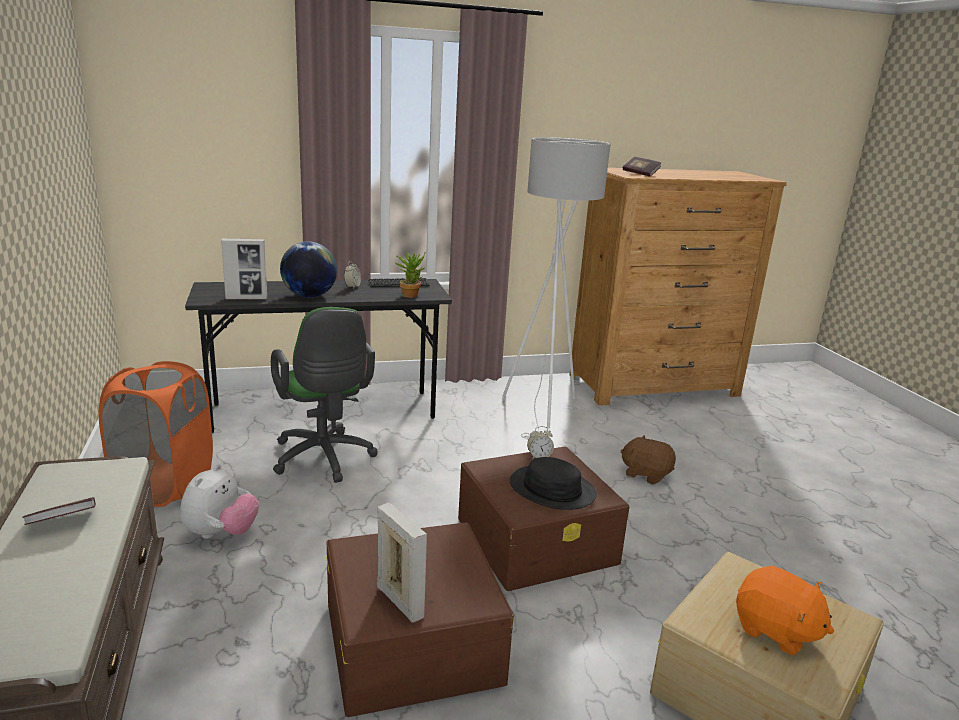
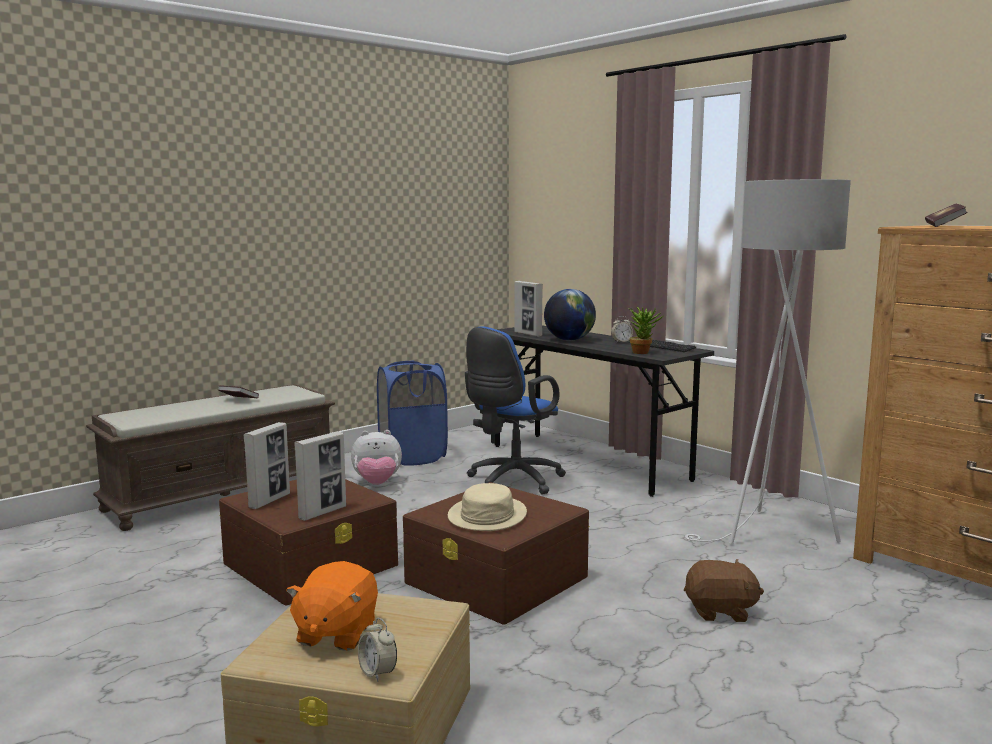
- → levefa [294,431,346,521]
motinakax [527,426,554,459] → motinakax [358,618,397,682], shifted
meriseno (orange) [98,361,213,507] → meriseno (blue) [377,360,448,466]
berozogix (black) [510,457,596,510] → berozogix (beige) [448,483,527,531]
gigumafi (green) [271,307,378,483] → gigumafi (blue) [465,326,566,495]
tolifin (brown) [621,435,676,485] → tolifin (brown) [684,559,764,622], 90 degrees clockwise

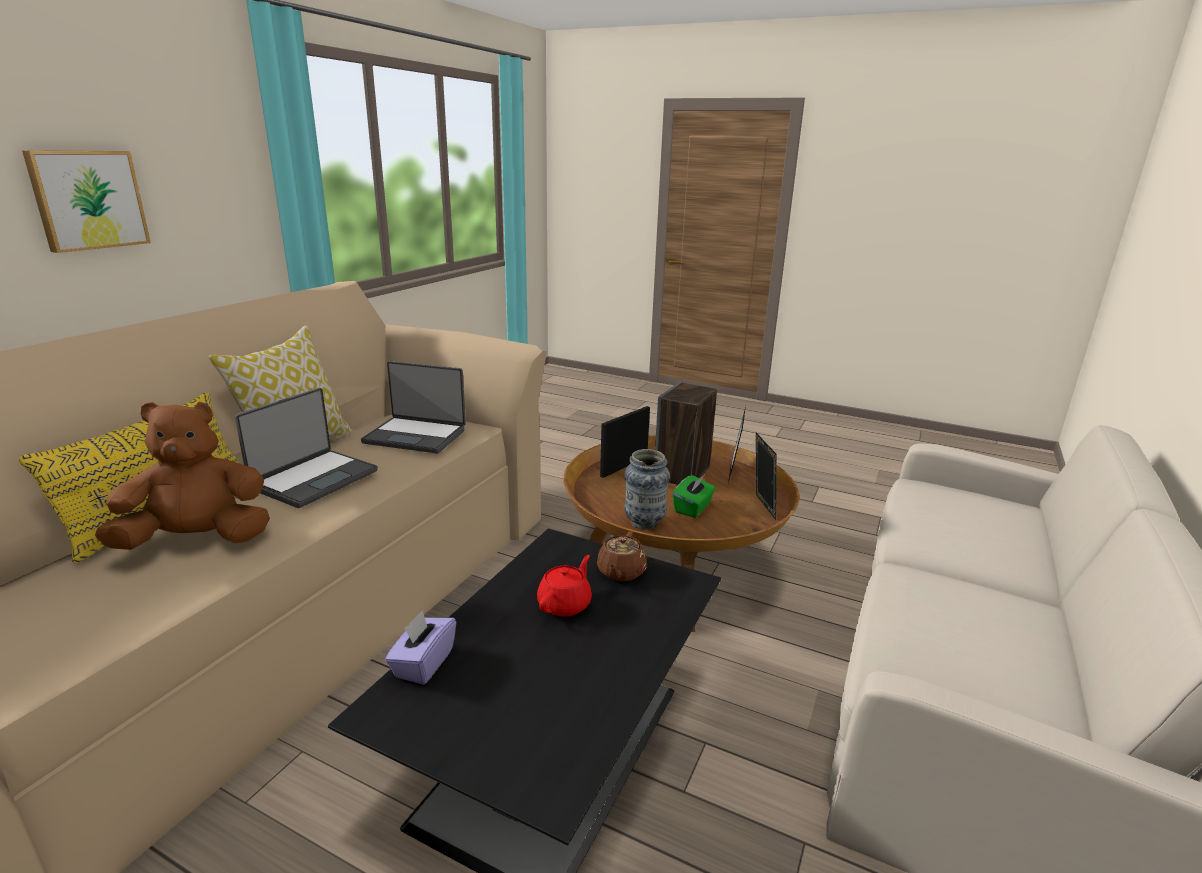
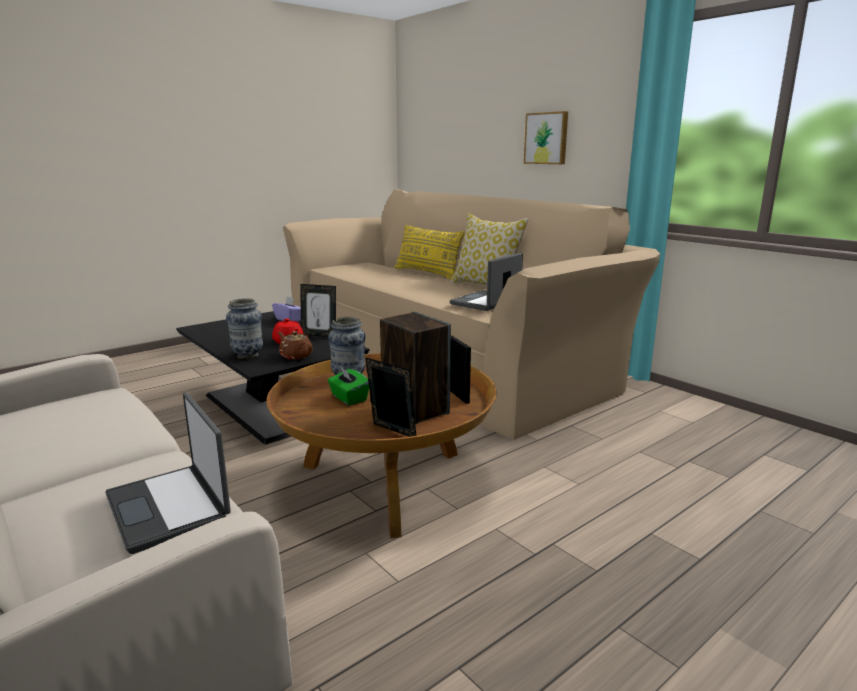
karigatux [235,388,378,508] → karigatux [105,393,231,554], shifted
- → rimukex [226,298,263,359]
levefa [756,433,776,520] → levefa [300,284,336,337], shifted
tolifin (brown) [95,402,270,550] → -

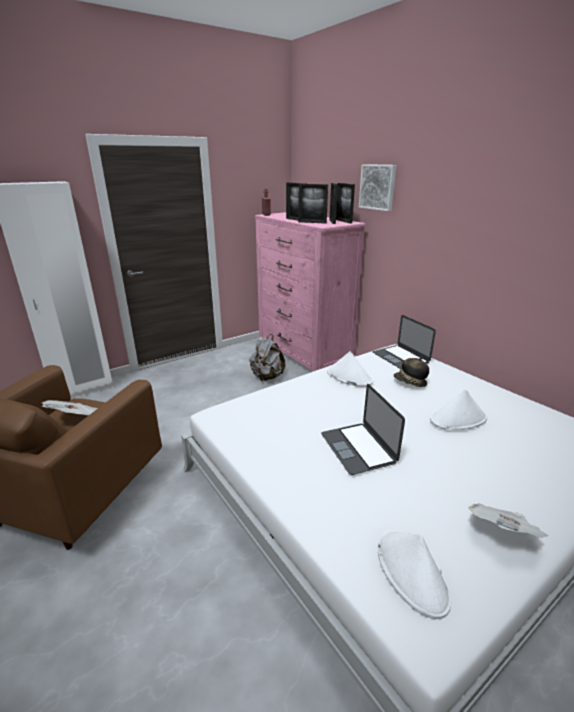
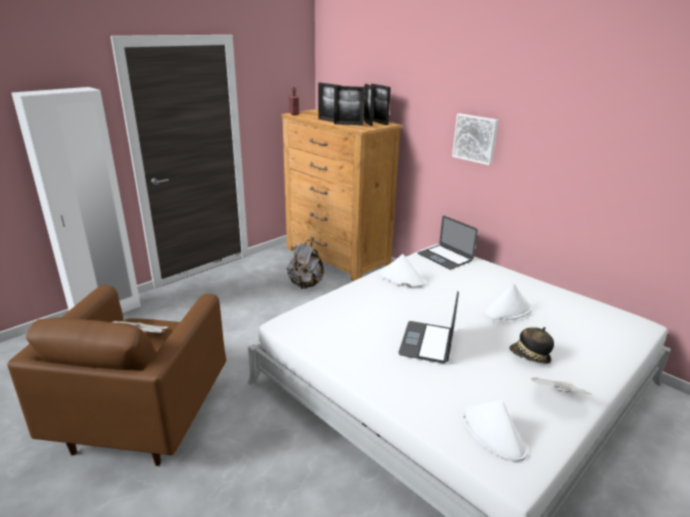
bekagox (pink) [255,212,366,372] → bekagox (brown) [281,109,402,281]
karigatux [321,384,405,475] → karigatux [398,291,459,364], 45 degrees clockwise
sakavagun [359,164,396,211] → sakavagun [452,113,499,165], shifted
berozogix [394,357,429,387] → berozogix [510,327,554,364], shifted

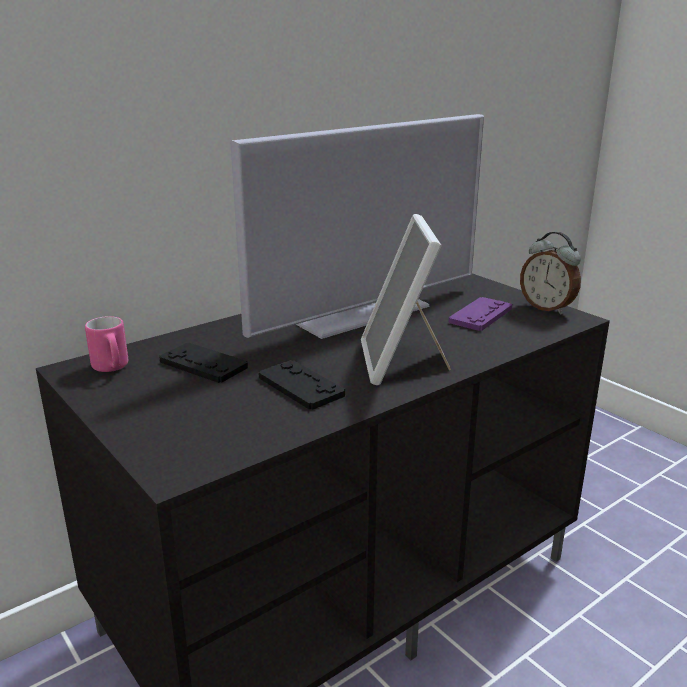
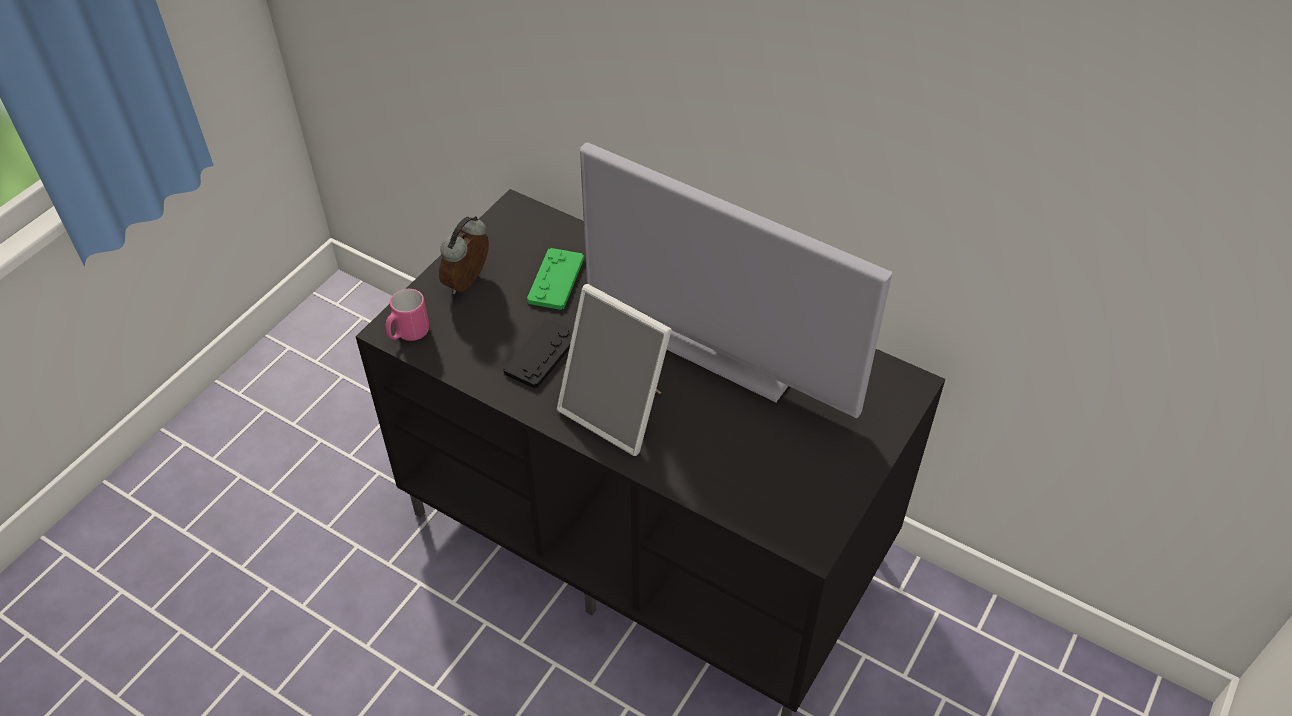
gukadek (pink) [85,316,128,372] → gukadek (pink) [385,289,430,341], shifted
motinakax [520,232,581,315] → motinakax [439,216,489,294], shifted
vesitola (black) [159,343,248,383] → vesitola (green) [527,248,584,310]
levefa [361,214,451,385] → levefa [557,284,672,456], 120 degrees counterclockwise
vesitola (purple) [449,297,512,331] → -

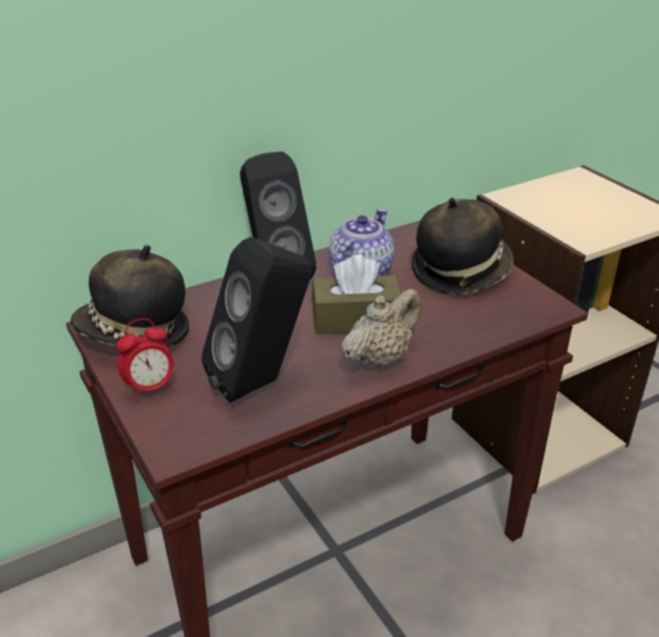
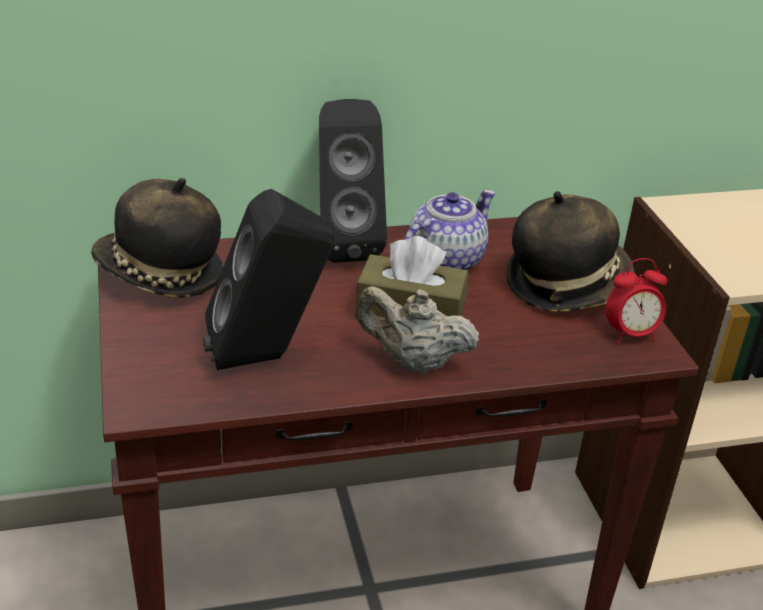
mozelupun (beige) [341,289,421,370] → mozelupun (beige) [356,286,479,374], 135 degrees counterclockwise
motinakax [116,318,174,400] → motinakax [606,258,667,343], shifted

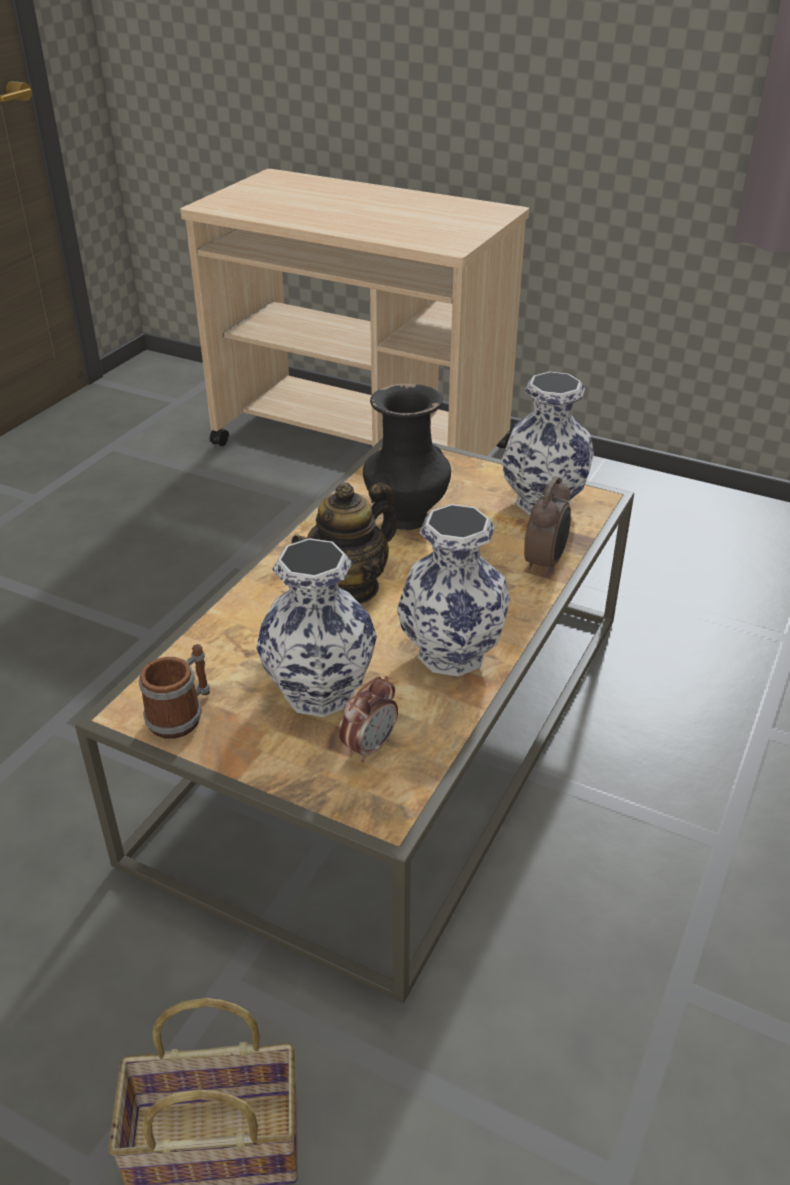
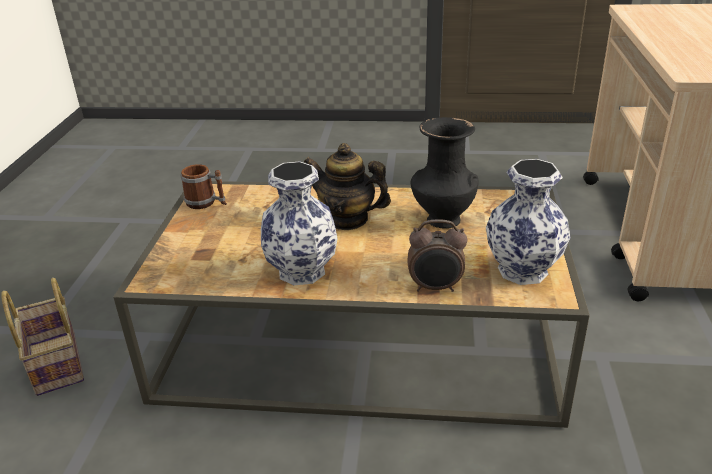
rimukex [256,538,377,717] → -
motinakax [339,676,398,763] → -

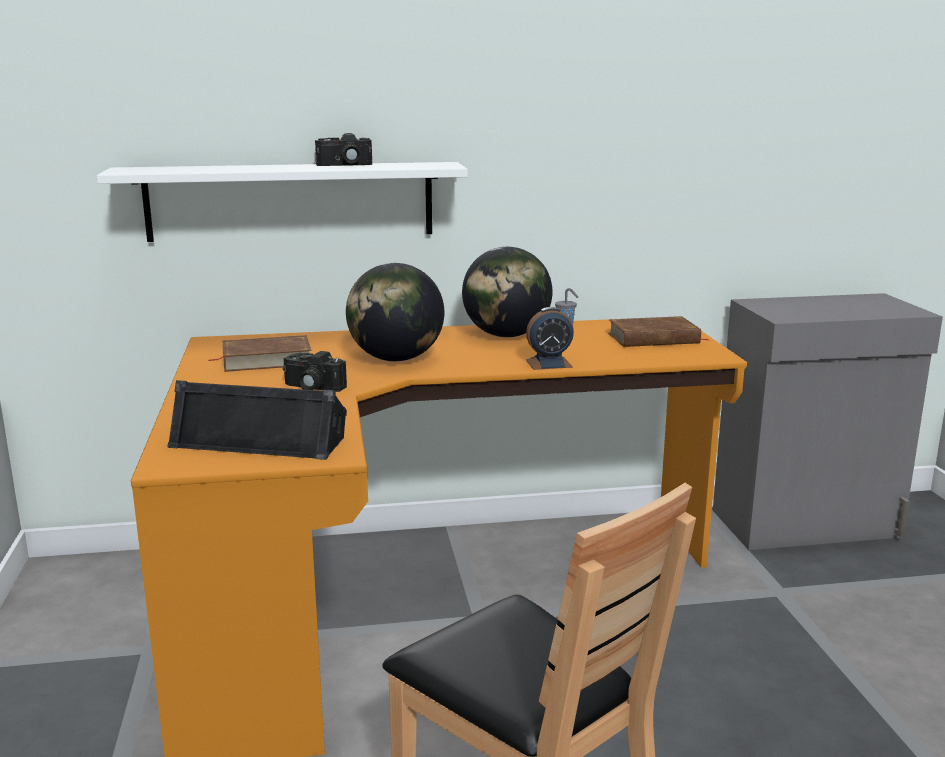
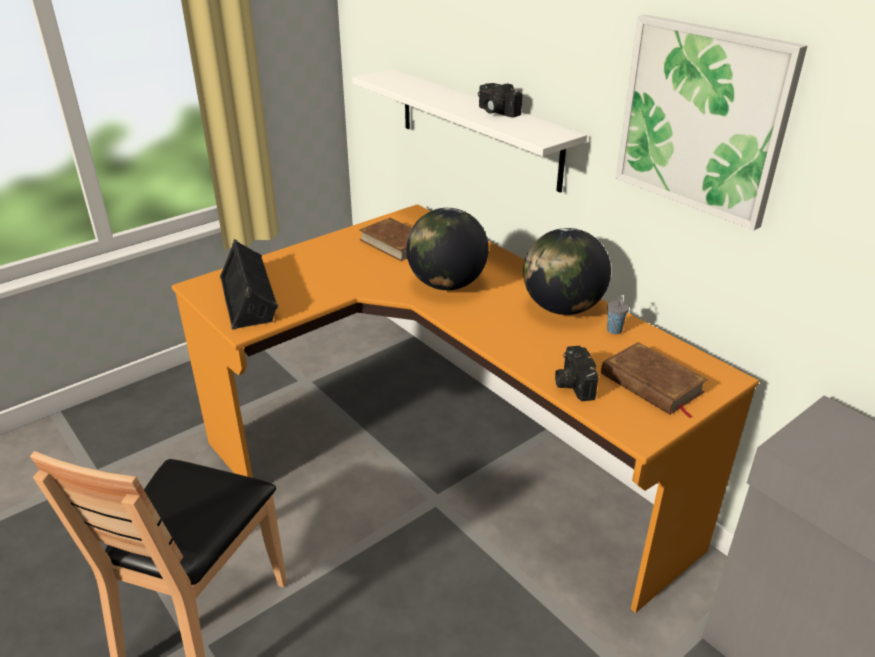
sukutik [283,351,347,392] → sukutik [555,346,598,401], shifted
- → sakavagun [616,15,807,230]
motinakax [526,307,574,370] → -

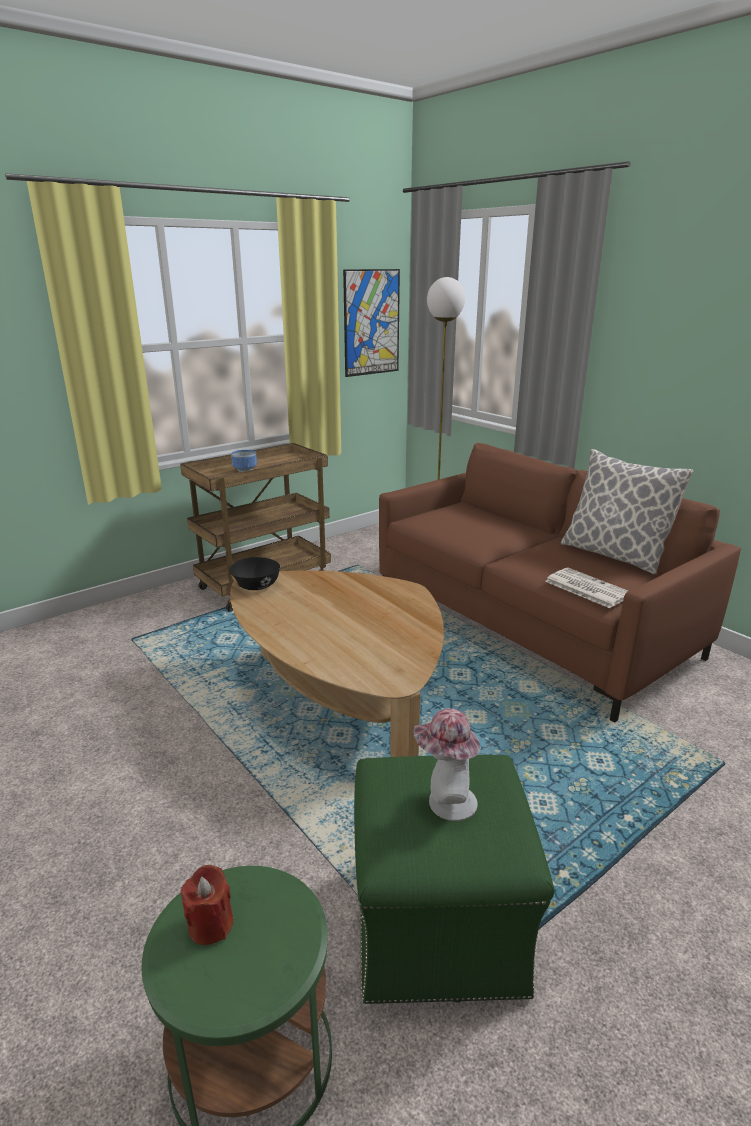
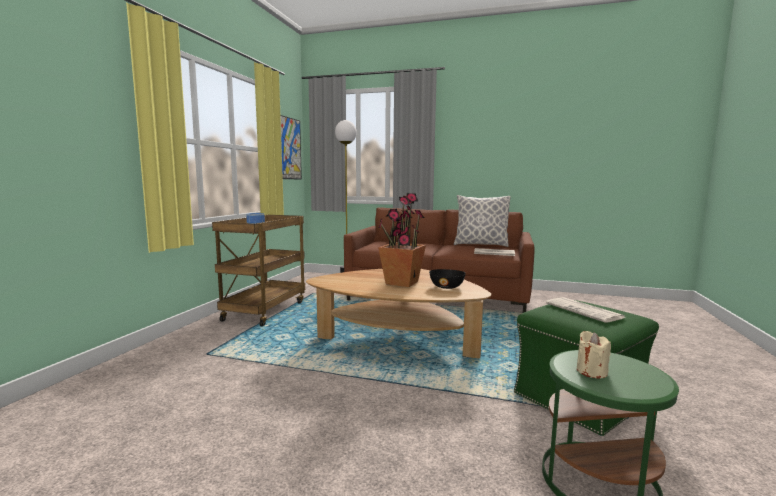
- → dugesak [378,193,426,287]
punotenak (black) [230,557,280,590] → punotenak (black) [429,269,466,289], shifted
berozogix [414,708,480,821] → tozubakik [546,297,625,323]
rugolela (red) [181,865,233,945] → rugolela (beige) [577,331,611,379]

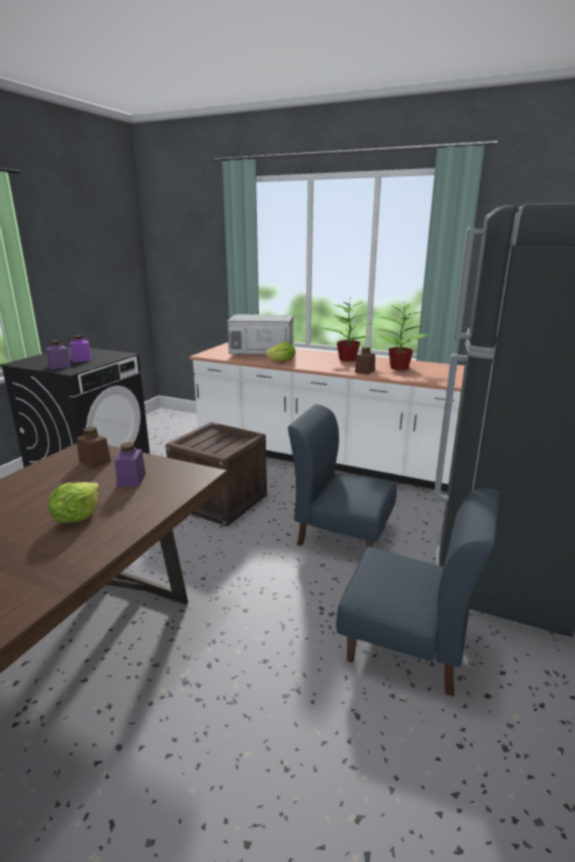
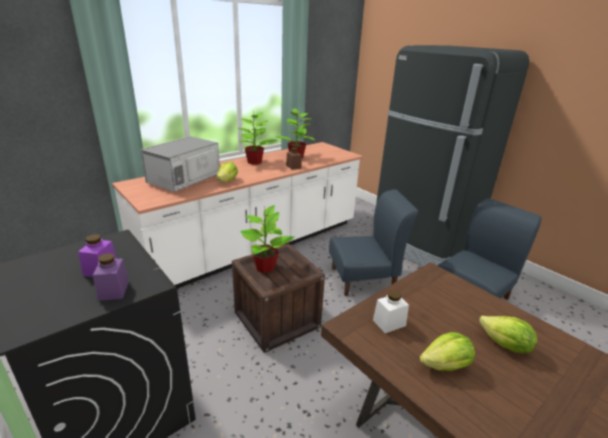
- → dugesak [240,205,295,273]
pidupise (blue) [288,404,397,548] → pidupise (blue) [329,189,418,296], 150 degrees counterclockwise
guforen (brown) [76,427,111,469] → guforen (white) [373,290,409,333]
- → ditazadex [419,332,475,371]
guforen (purple) [115,442,146,487] → -

